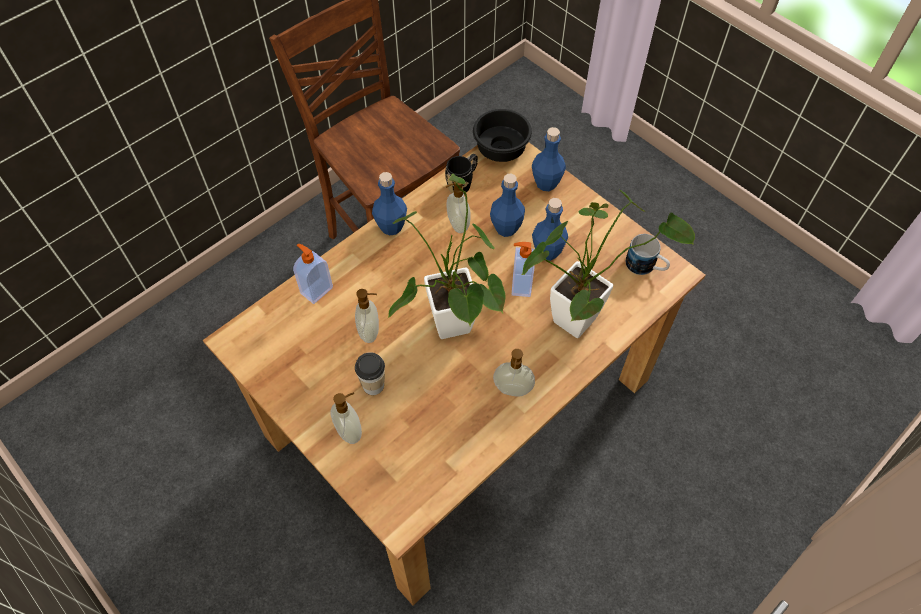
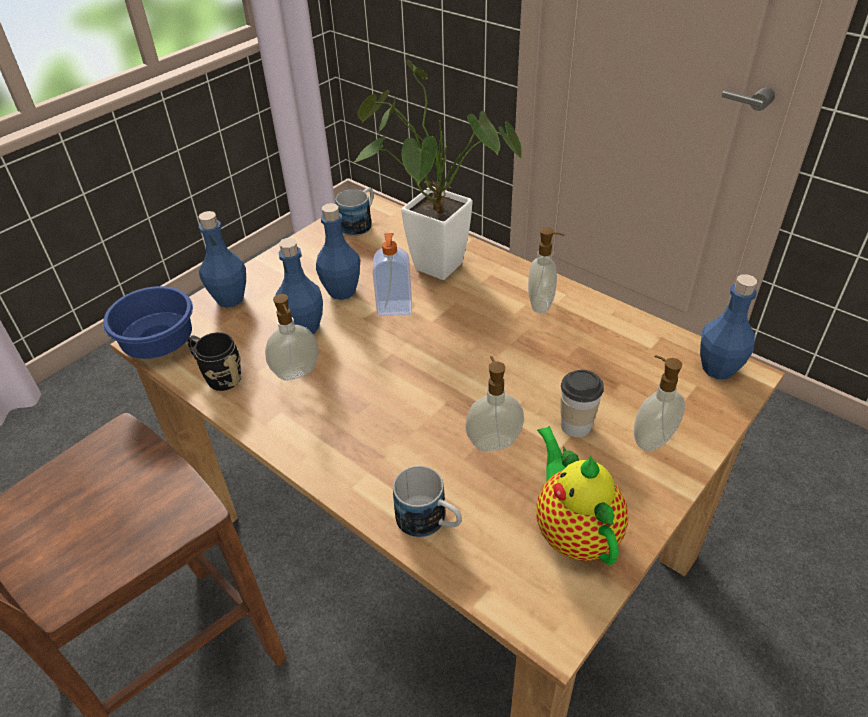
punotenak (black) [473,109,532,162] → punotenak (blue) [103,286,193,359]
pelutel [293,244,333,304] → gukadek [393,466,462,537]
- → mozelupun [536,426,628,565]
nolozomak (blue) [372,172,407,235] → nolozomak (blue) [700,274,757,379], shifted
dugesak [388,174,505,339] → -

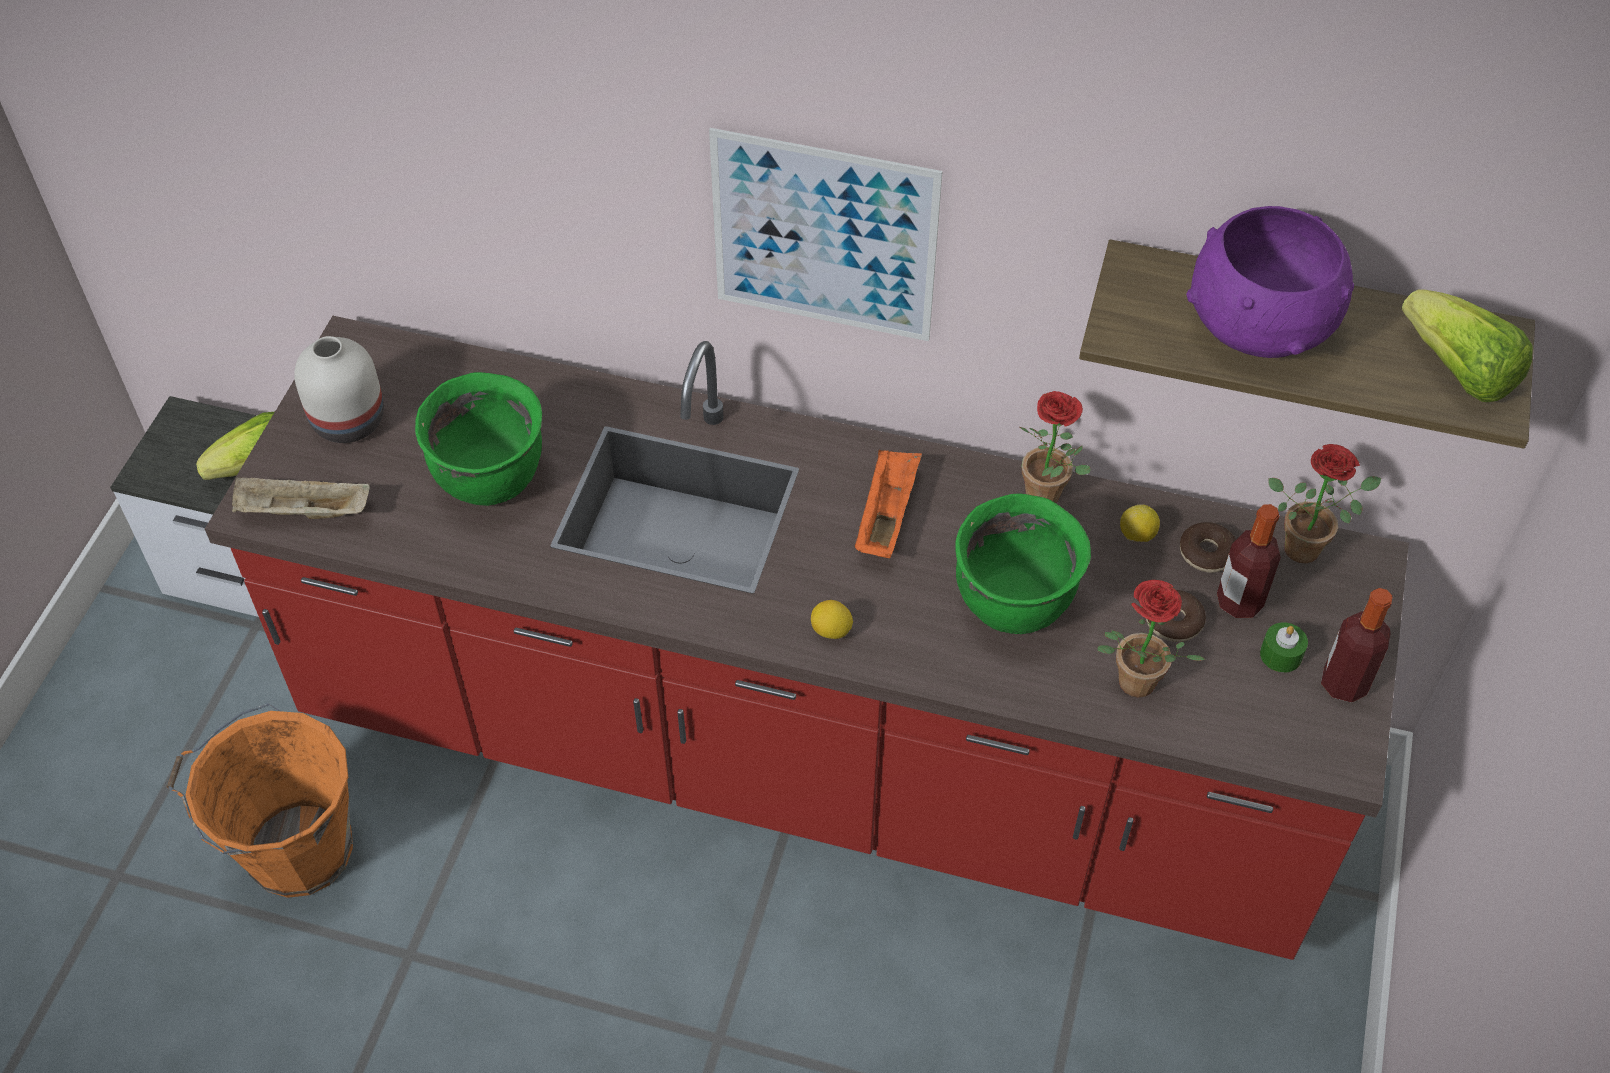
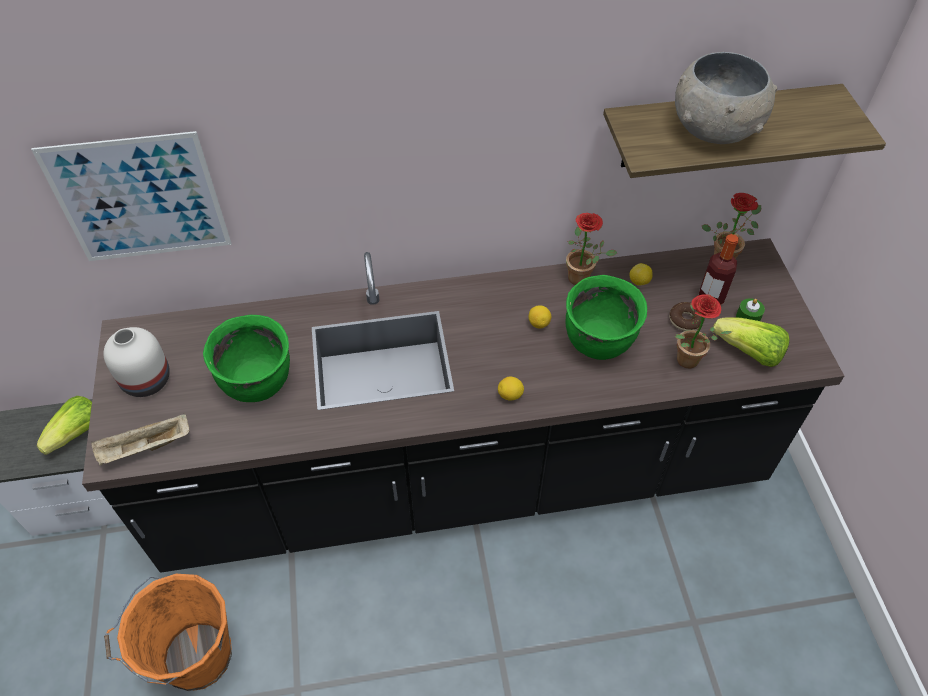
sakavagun [709,128,943,341] → sakavagun [31,131,232,261], shifted
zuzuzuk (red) [205,316,1409,960] → zuzuzuk (black) [82,238,844,573]
- → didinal [529,306,551,329]
punotenak (purple) [1186,206,1354,358] → punotenak (grey) [675,52,777,144]
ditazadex [1401,289,1533,402] → ditazadex [713,317,790,367], shifted
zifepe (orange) [855,450,922,558] → -
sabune [1180,522,1236,573] → -
nolozomak [1321,588,1392,703] → -

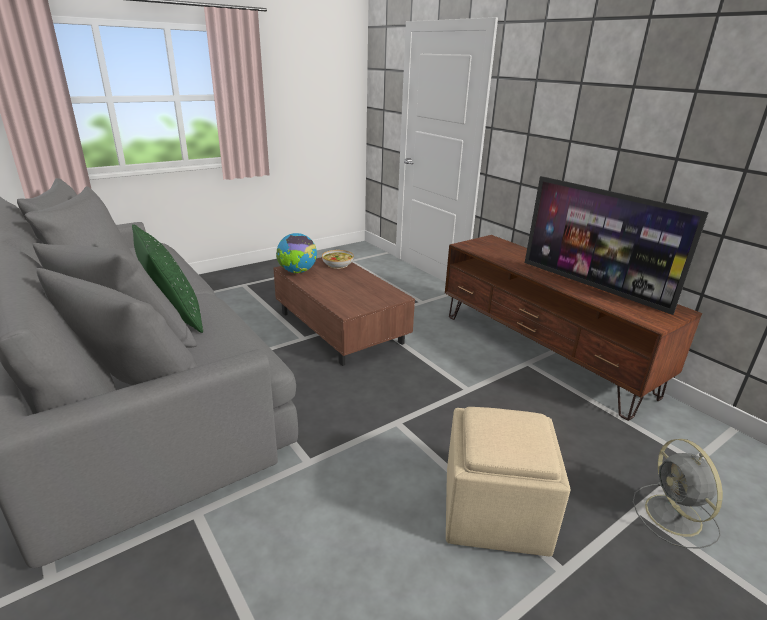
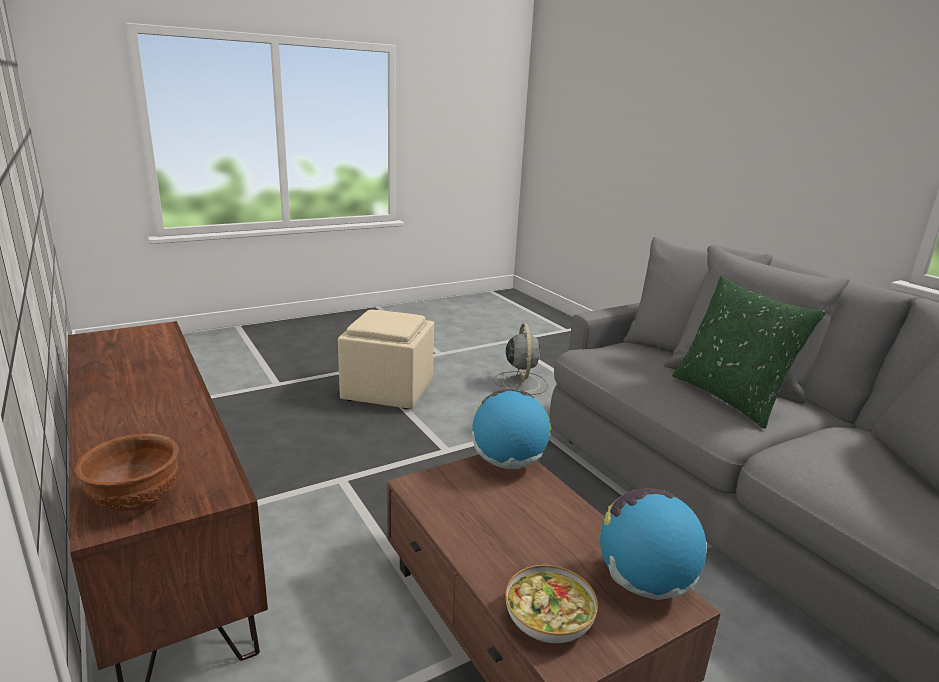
- → punotenak (brown) [75,434,179,511]
- → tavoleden [472,389,551,469]
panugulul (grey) [633,439,723,548] → panugulul (grey) [493,323,548,395], shifted
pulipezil [525,176,709,315] → -

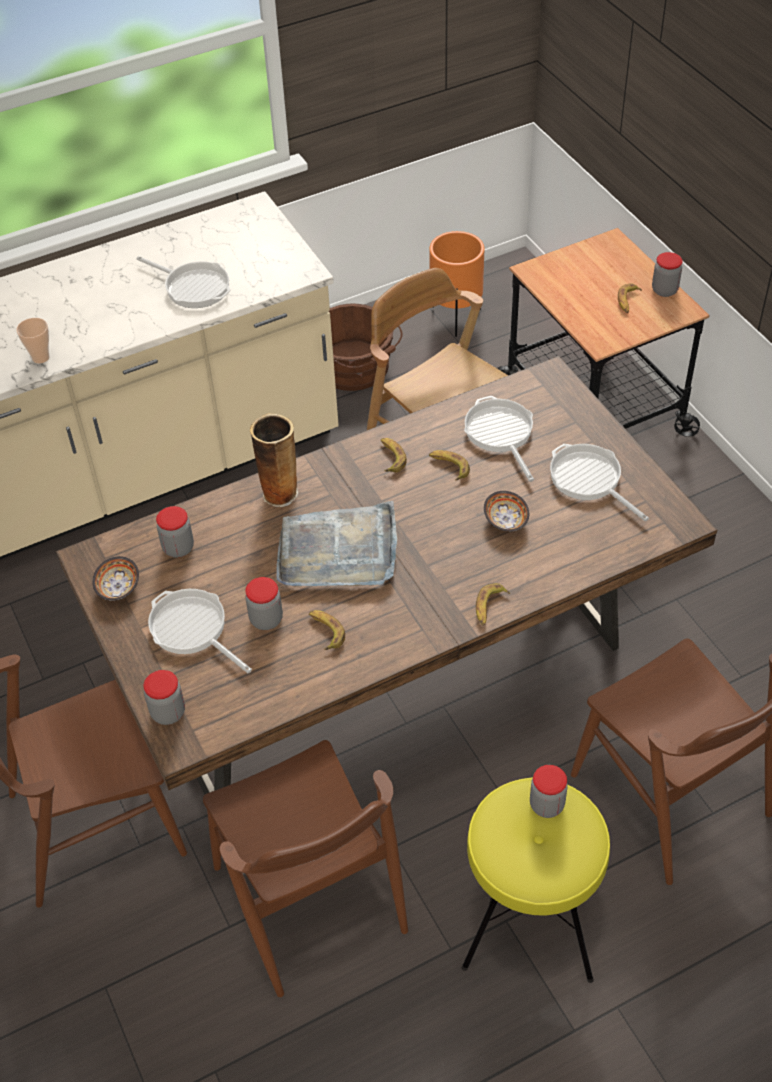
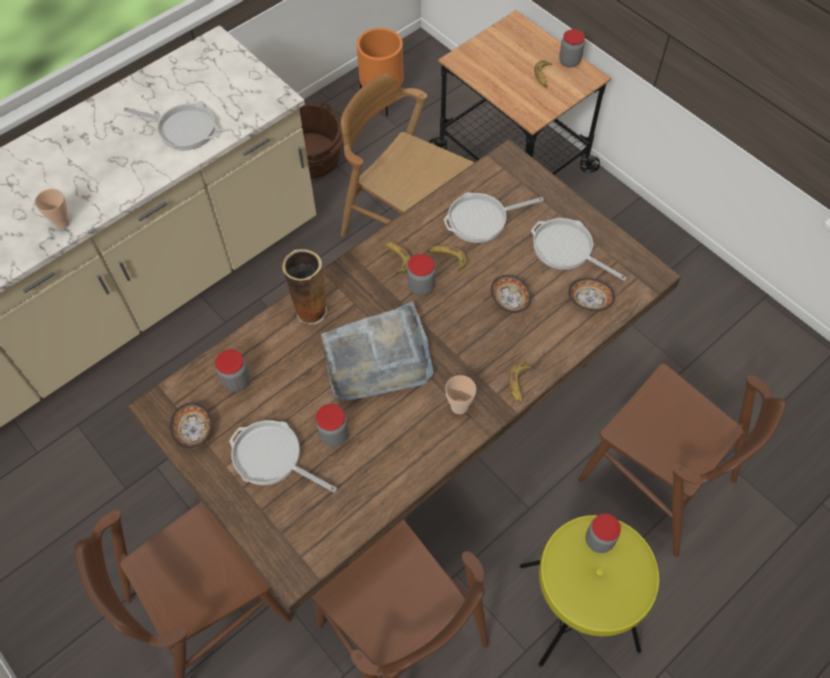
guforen [143,670,185,725] → guforen [407,254,435,296], shifted
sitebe [464,396,534,482] → sitebe [444,192,544,243], 75 degrees counterclockwise
- → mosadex [445,375,476,414]
- → punotenak [568,278,615,311]
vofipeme [309,610,345,650] → -

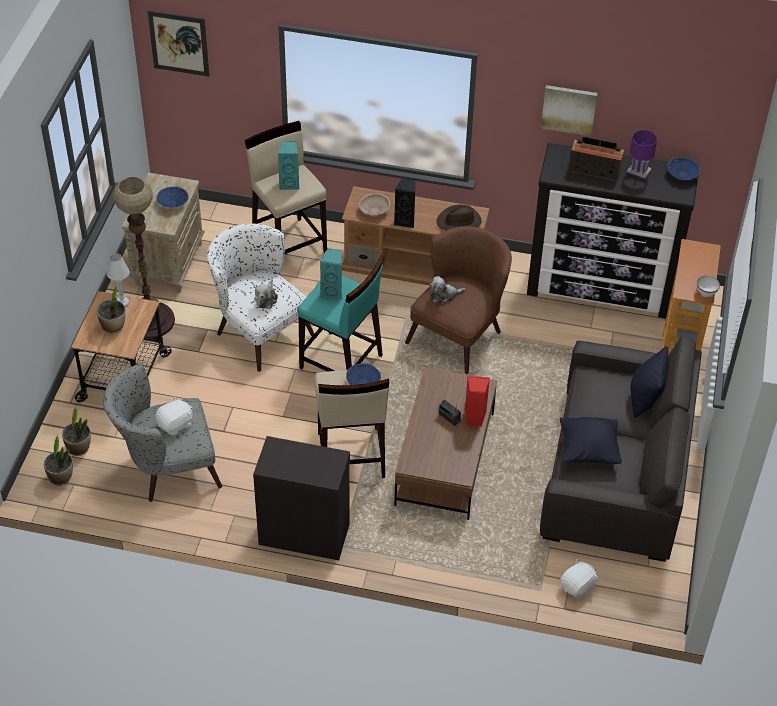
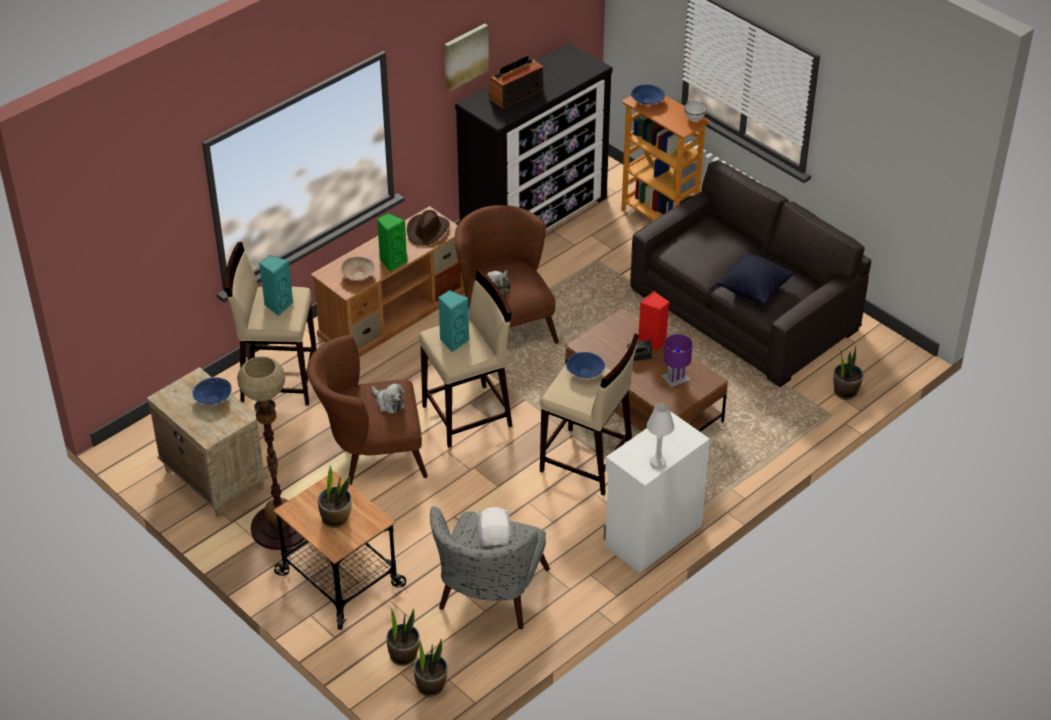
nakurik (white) [207,224,314,372] → nakurik (brown) [307,335,428,485]
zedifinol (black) [394,178,416,228] → zedifinol (green) [377,212,407,272]
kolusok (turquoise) [297,255,384,372] → kolusok (beige) [419,270,513,448]
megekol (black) [253,436,350,560] → megekol (white) [604,411,710,573]
punotenak (blue) [667,157,700,180] → punotenak (blue) [631,85,665,105], shifted
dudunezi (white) [107,253,129,307] → dudunezi (white) [647,403,675,469], shifted
dudunezi (purple) [627,130,657,179] → dudunezi (purple) [662,334,693,388], shifted
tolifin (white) [560,558,599,599] → dugesak [833,345,863,400]
sakavagun [148,10,210,77] → -
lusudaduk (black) [631,346,669,418] → -

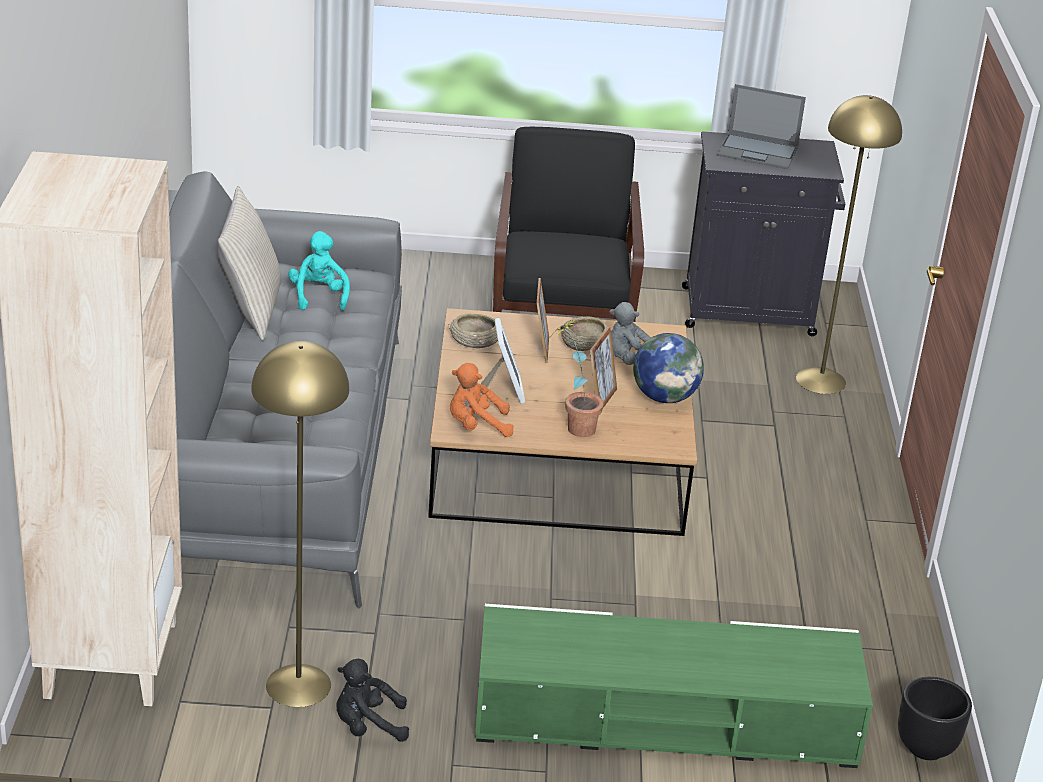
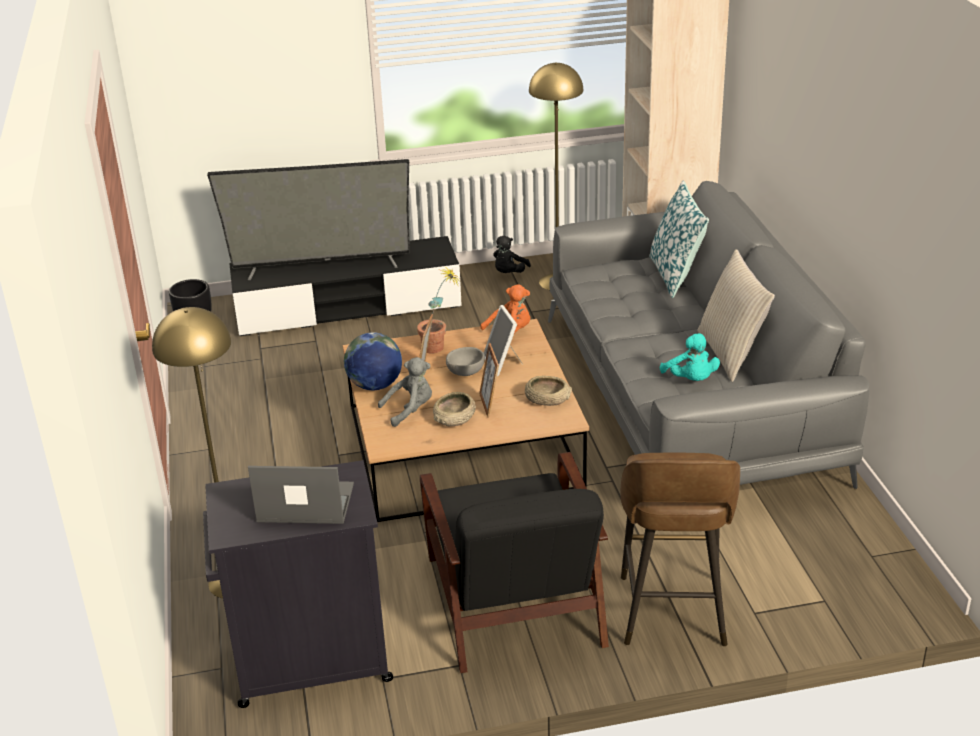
- → pulipezil [207,159,410,281]
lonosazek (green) [475,604,873,768] → lonosazek (black) [229,236,462,336]
- → punotenak (grey) [446,347,485,376]
tolifin (black) [336,659,409,742] → tolifin (black) [493,236,531,273], 135 degrees clockwise
- → kolusok (brown) [621,453,740,646]
- → lusudaduk [649,181,709,298]

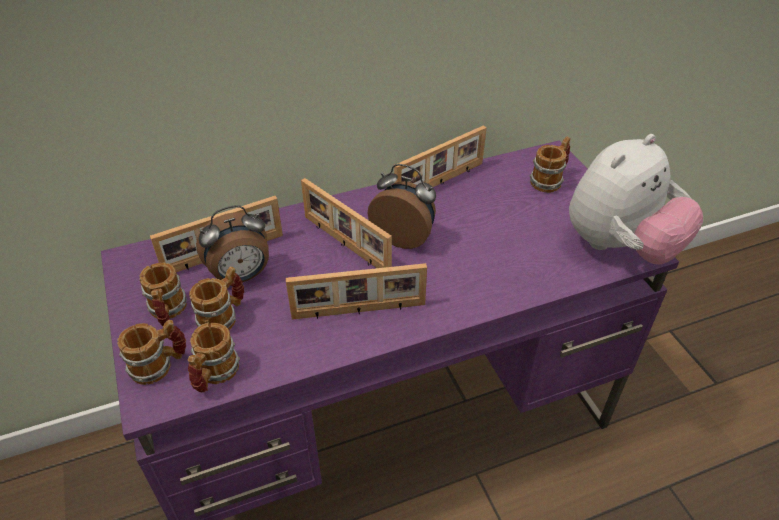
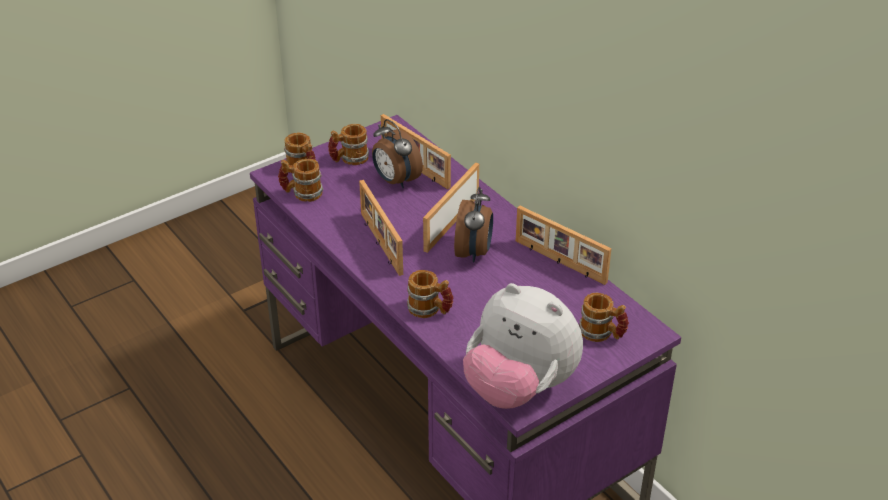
gukadek [189,267,244,330] → gukadek [407,270,453,318], shifted

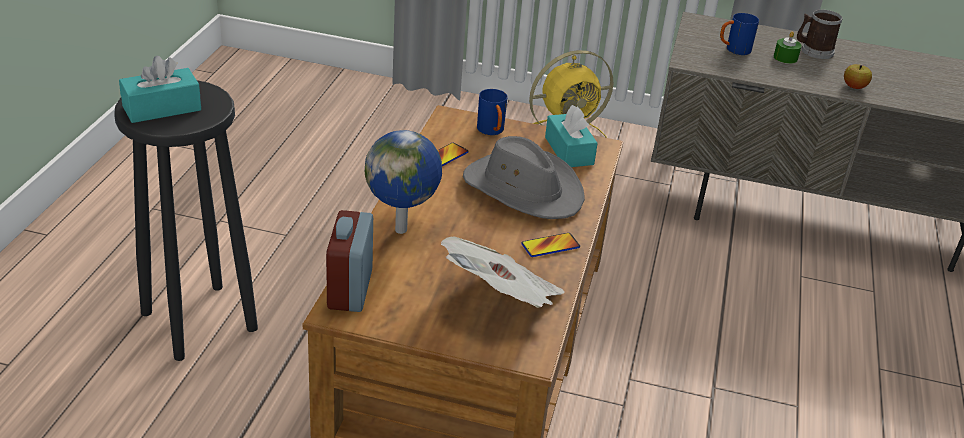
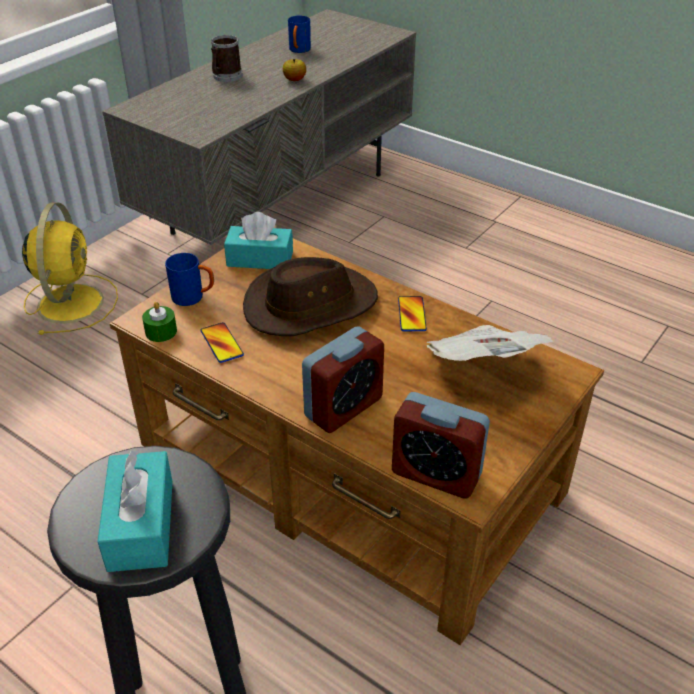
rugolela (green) [774,32,802,64] → rugolela (green) [142,302,177,342], shifted
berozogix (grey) [463,136,585,219] → berozogix (brown) [243,257,378,336]
gukadek (blue) [720,13,759,55] → gukadek (blue) [288,16,311,53], shifted
tavoleden [365,130,442,234] → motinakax [302,326,384,433]

